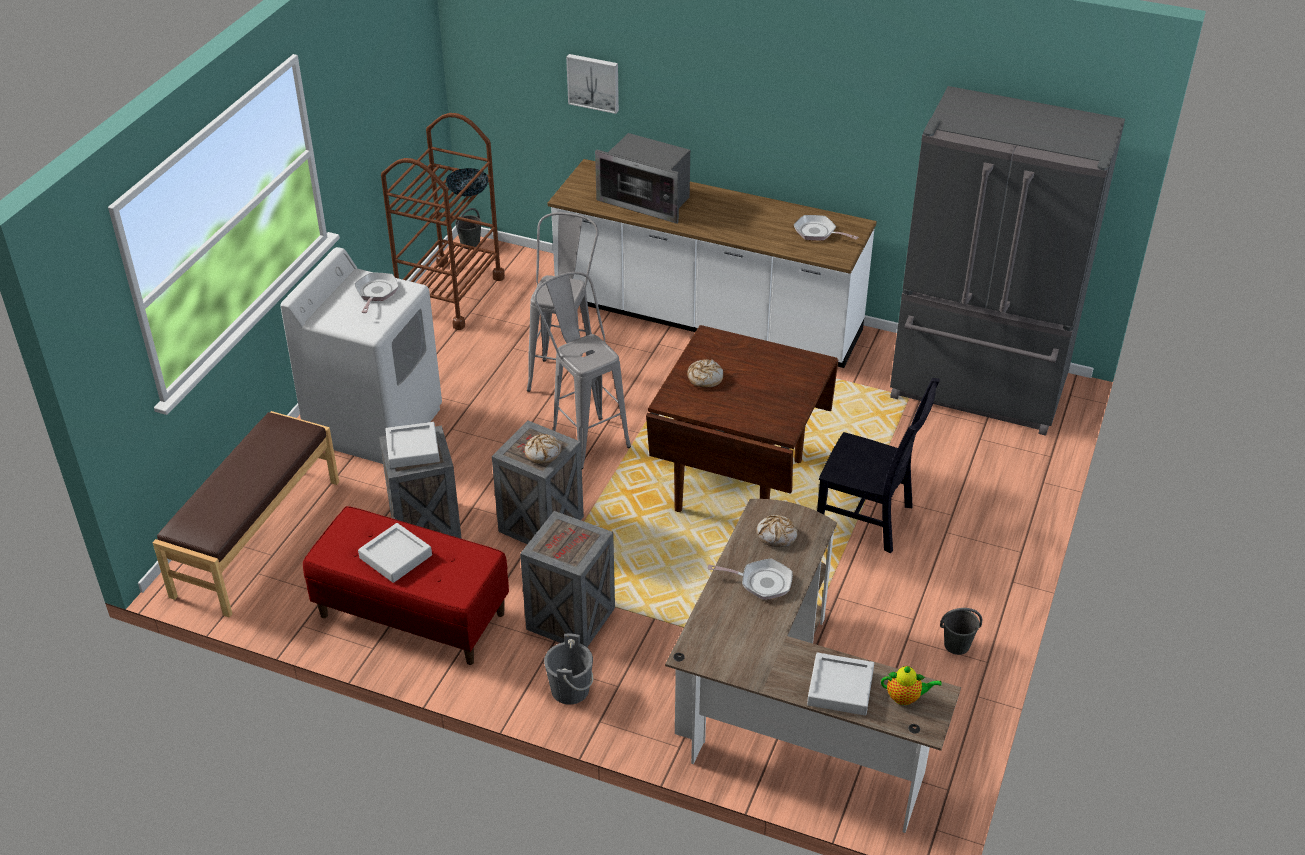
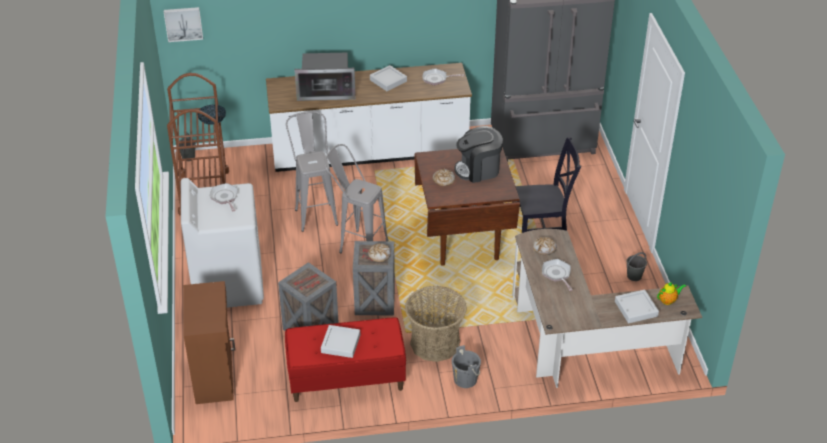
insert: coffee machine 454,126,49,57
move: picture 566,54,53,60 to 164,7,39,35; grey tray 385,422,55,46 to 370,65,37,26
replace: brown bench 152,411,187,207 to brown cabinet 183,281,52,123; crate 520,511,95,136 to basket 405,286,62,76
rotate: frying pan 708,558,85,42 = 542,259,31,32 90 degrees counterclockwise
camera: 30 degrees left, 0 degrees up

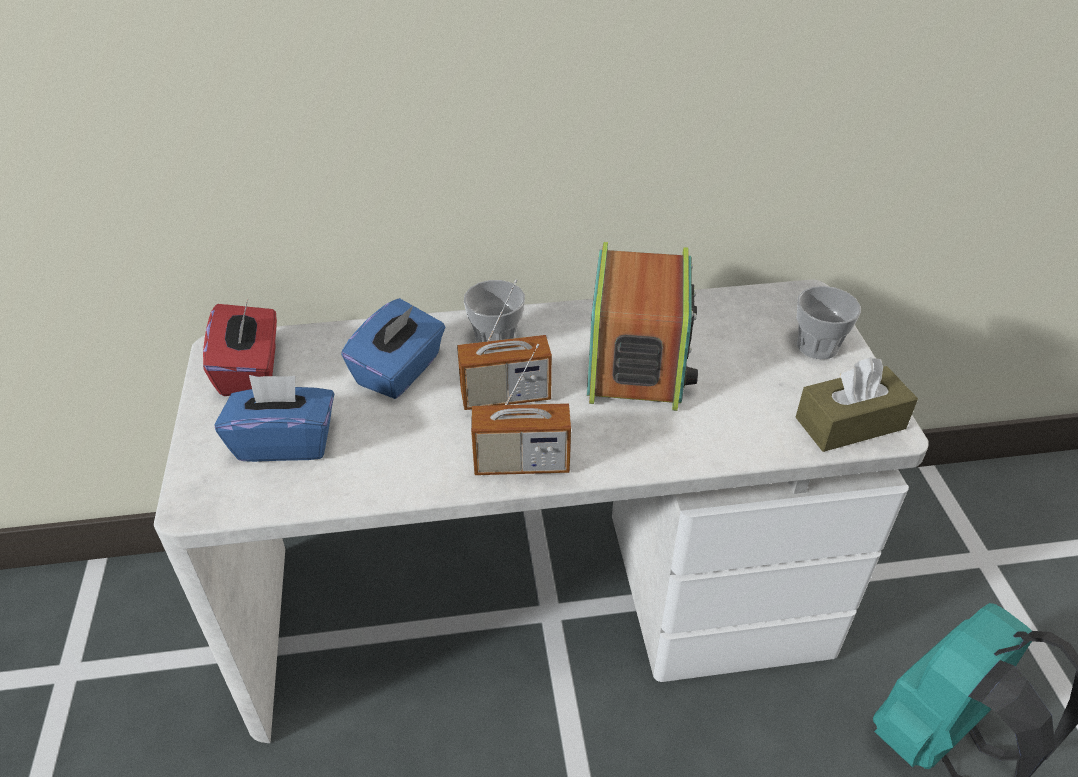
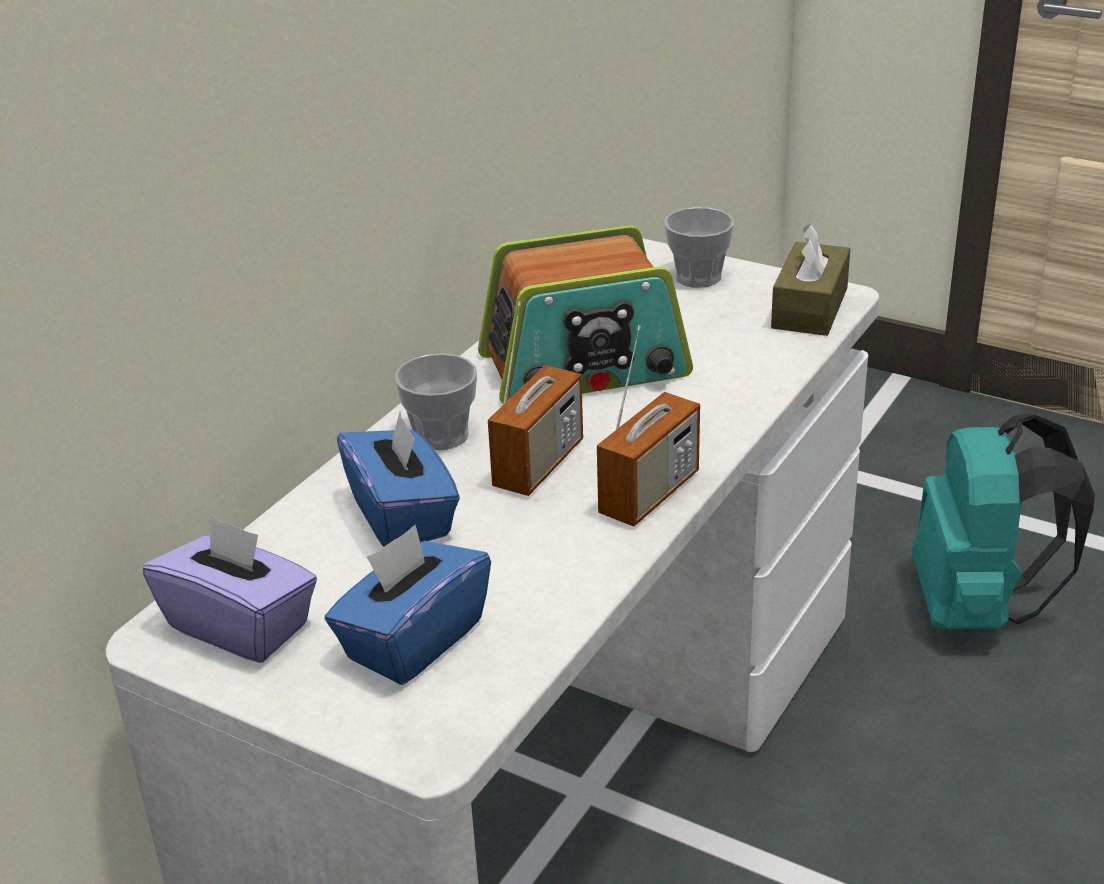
recolor: red tissue box 203,300,74,96 to purple tissue box 143,515,174,148
rotate: radio 587,242,111,169 = 478,225,215,179 120 degrees clockwise
camera: 50 degrees left, 10 degrees down

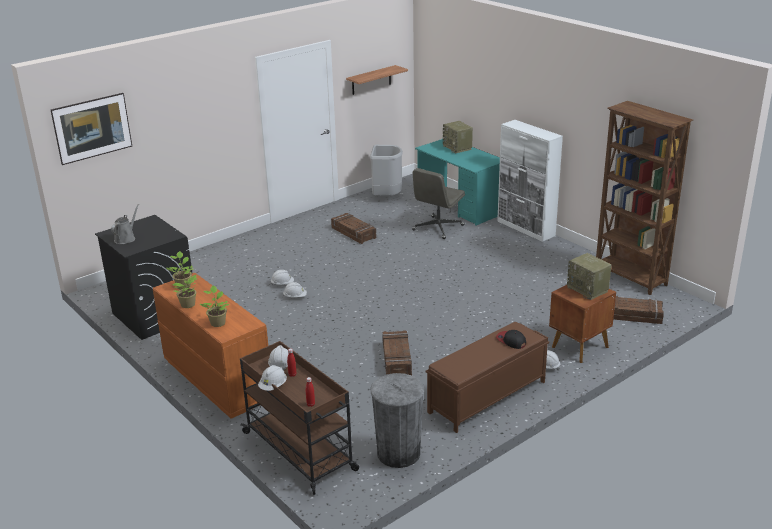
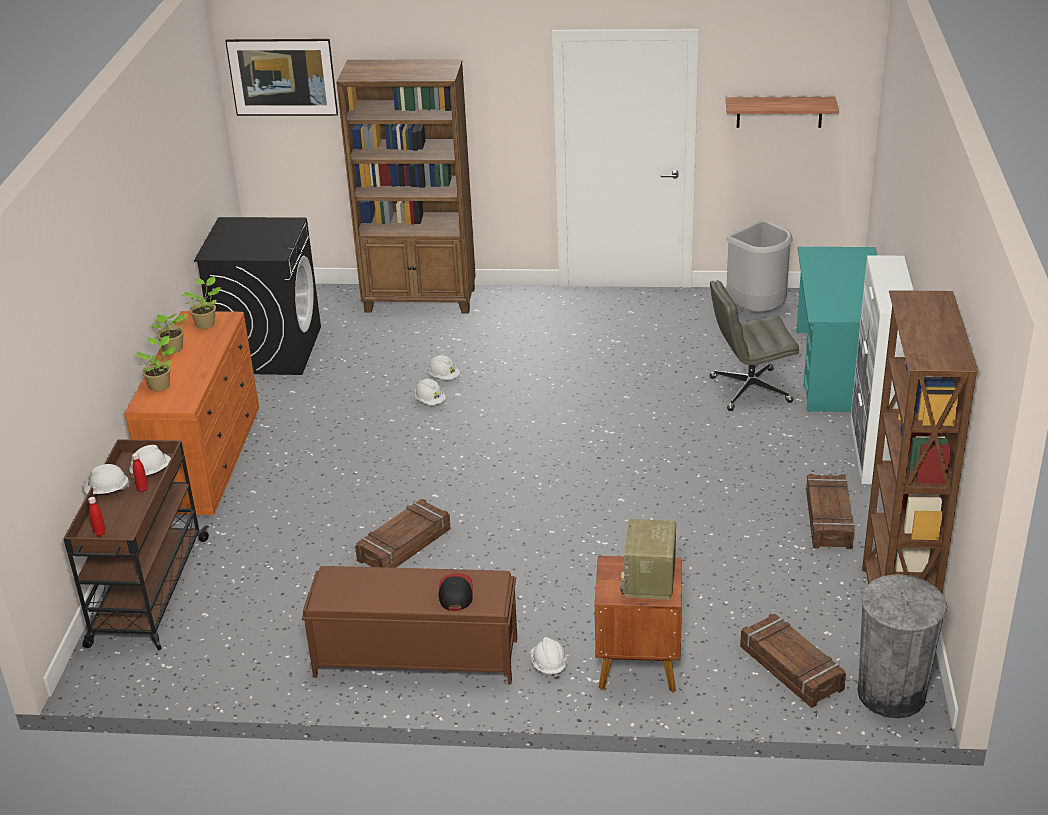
delete: grey watering can 111,204,28,40; radio 443,121,30,32
insert: brown bookcase 336,59,140,255
move: crate 331,213,45,31 to 806,474,48,75; grey trash can 371,373,53,95 to 858,574,90,144
camera: 45 degrees right, 5 degrees up

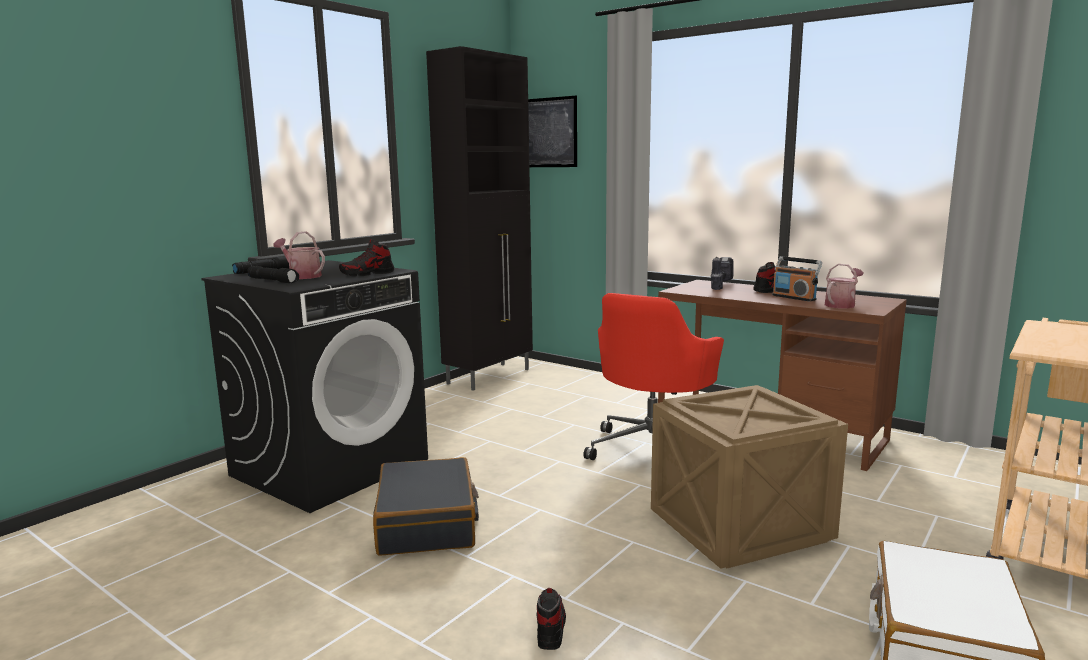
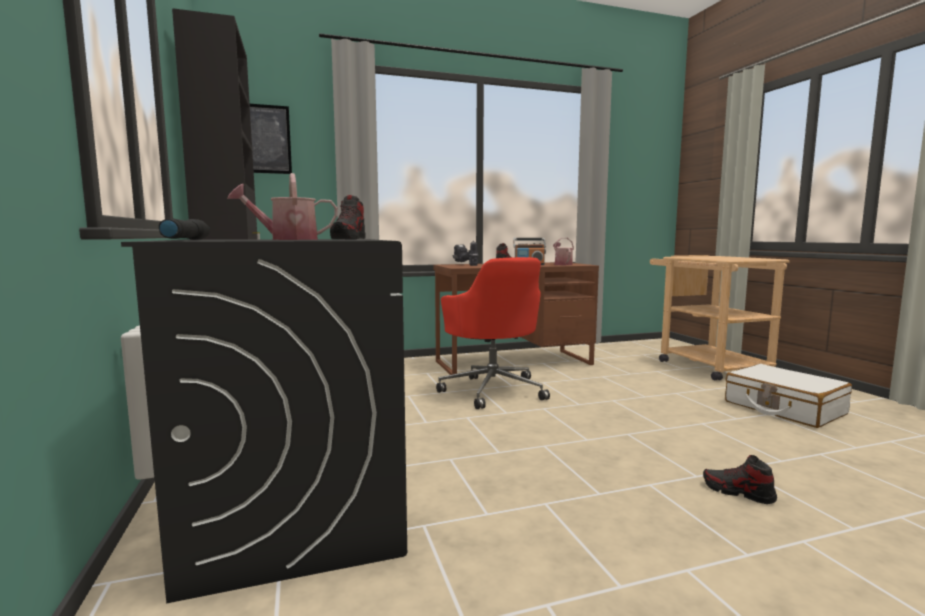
delete: black flashlight 248,266,51,17; black suitcase 373,457,106,99; crate 651,385,197,184
camera: 55 degrees left, 5 degrees down

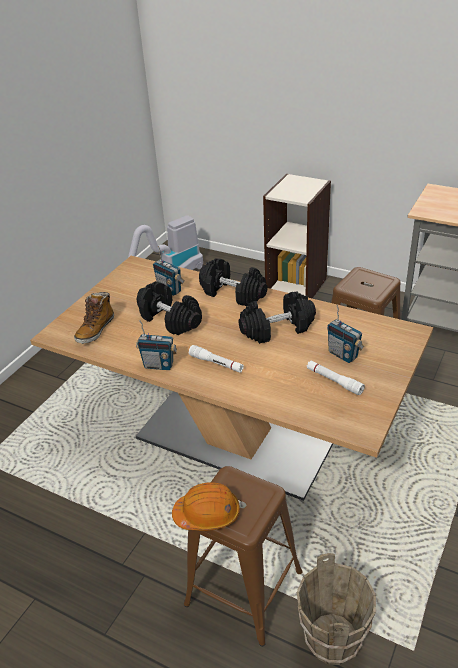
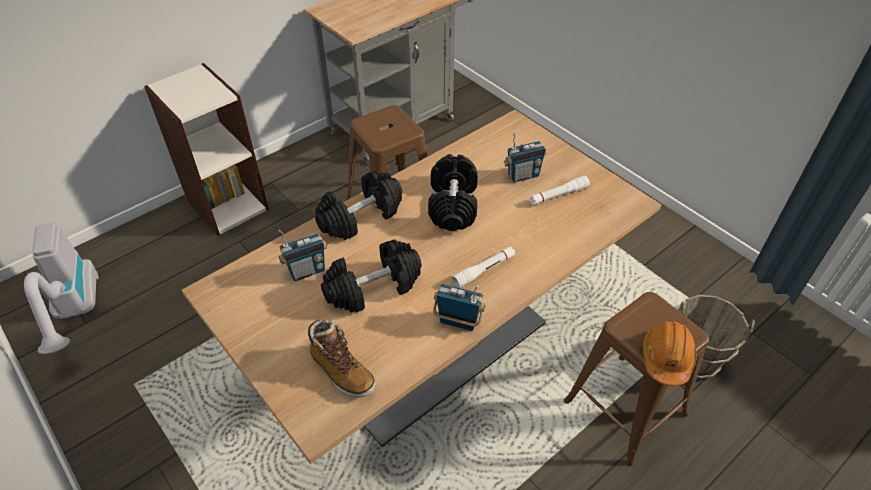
rotate: radio 136,320,41,50 = 433,284,53,47 105 degrees counterclockwise
camera: 70 degrees left, 10 degrees up

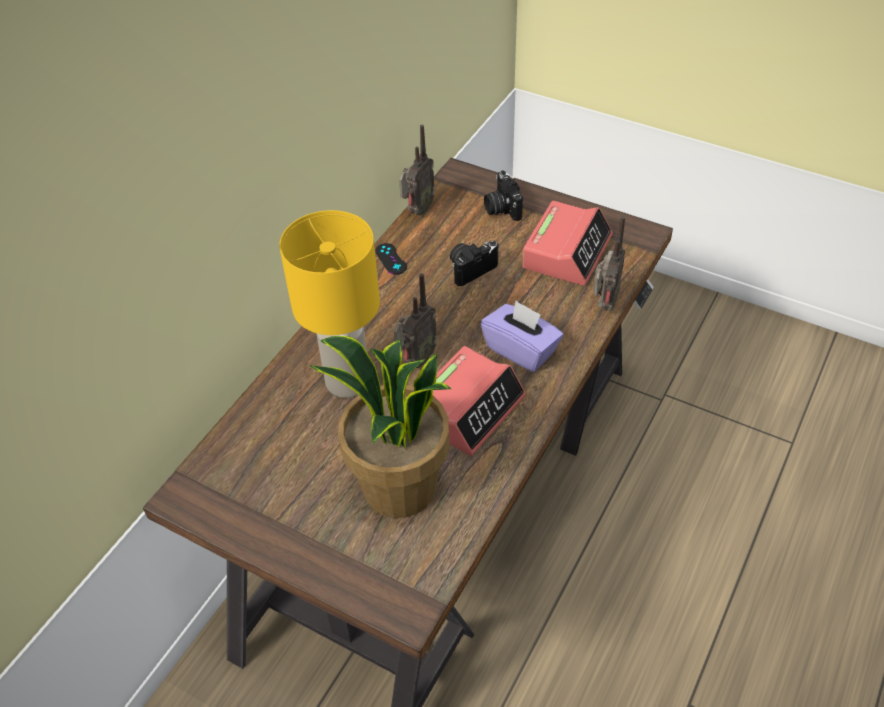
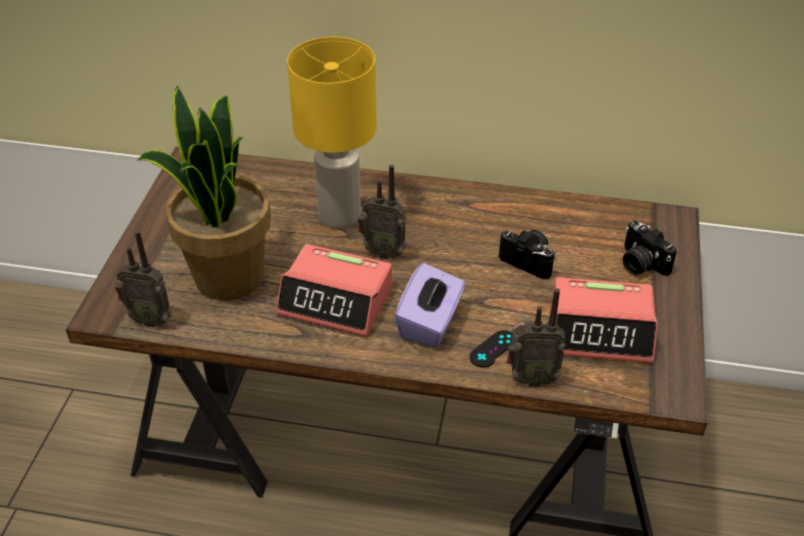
move: radio 399,125,36,90 to 115,231,57,97; black game controller 375,243,32,32 to 469,330,43,38
rotate: photo camera 484,171,39,50 = 623,220,54,56 90 degrees counterclockwise
camera: 70 degrees right, 5 degrees down

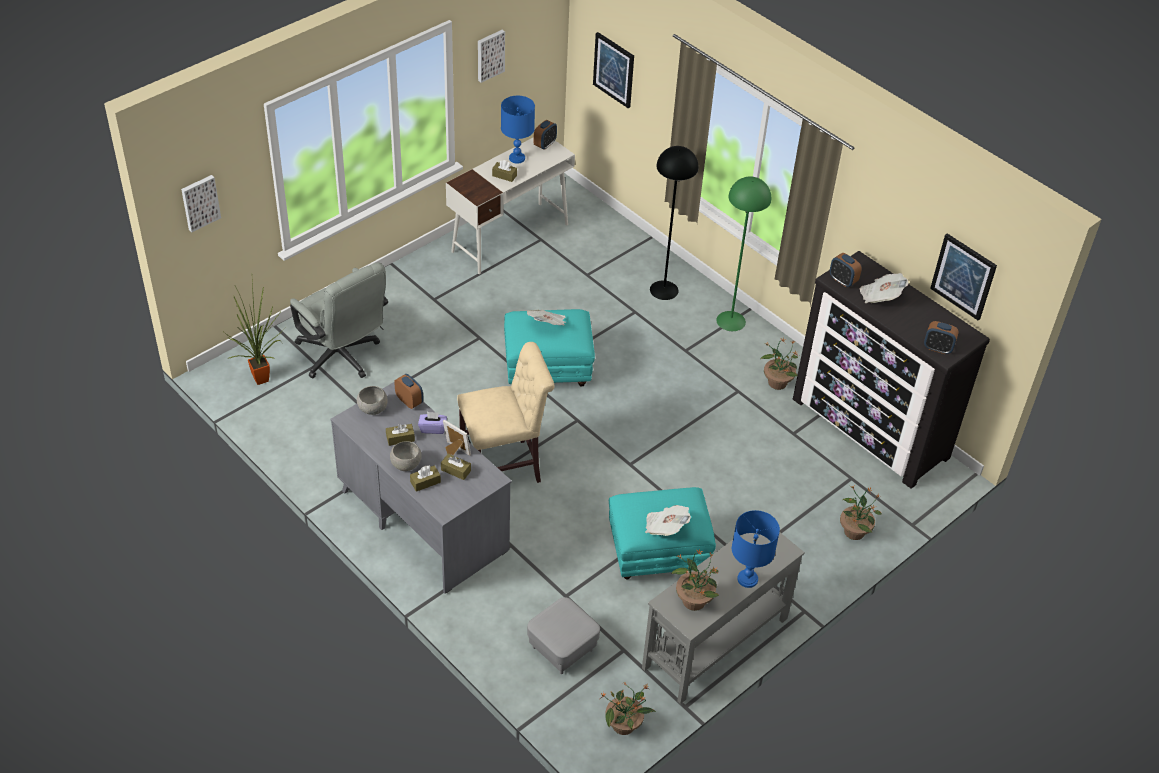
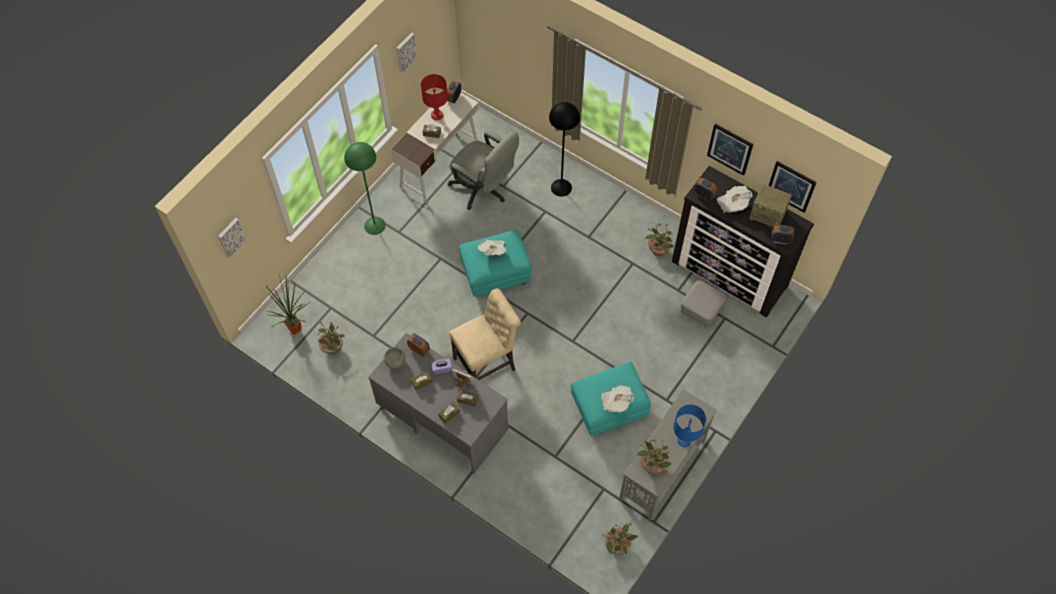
delete: grey bowl 390,441,31,30
insert: radio 749,184,43,45
move: potted plant 840,486,42,54 to 318,321,27,33; green floor lamp 716,177,55,154 to 344,142,42,93; grey office chair 290,262,98,116 to 448,130,71,80; grey ottoman 527,597,73,77 to 681,280,45,48; picture 593,32,41,76 to 707,124,46,52
recolor: blue table lamp 501,96,34,68 to red table lamp 421,74,27,46
camera: 10 degrees left, 15 degrees up

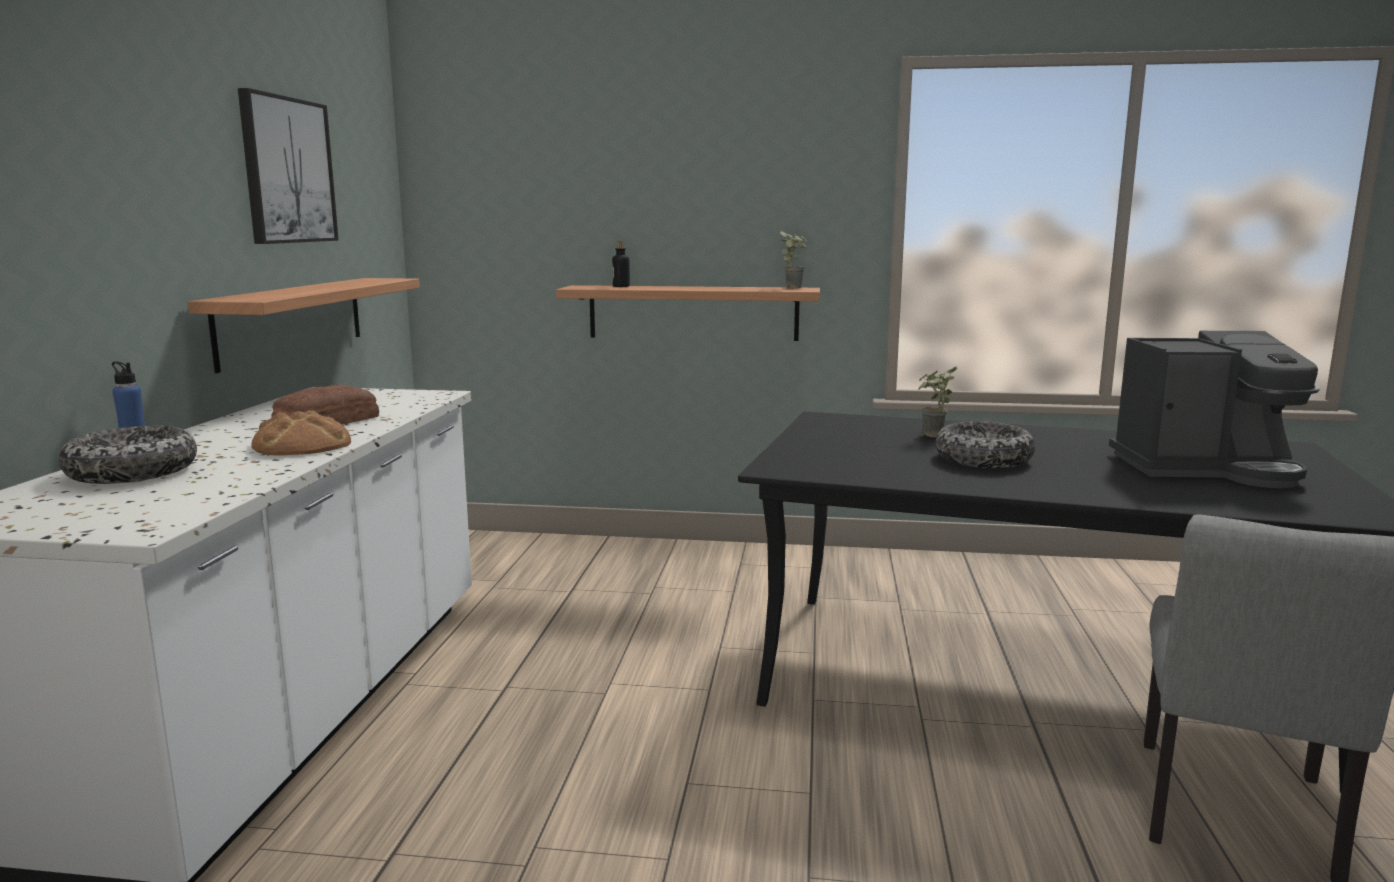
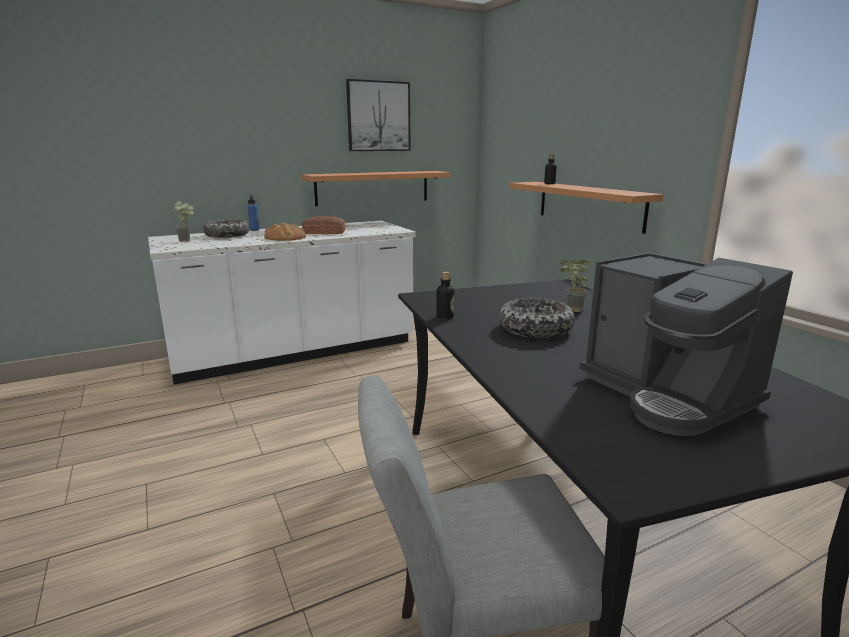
insert: bottle 436,271,19,48
move: potted plant 780,230,27,58 to 174,201,20,41
camera: 55 degrees right, 5 degrees up

